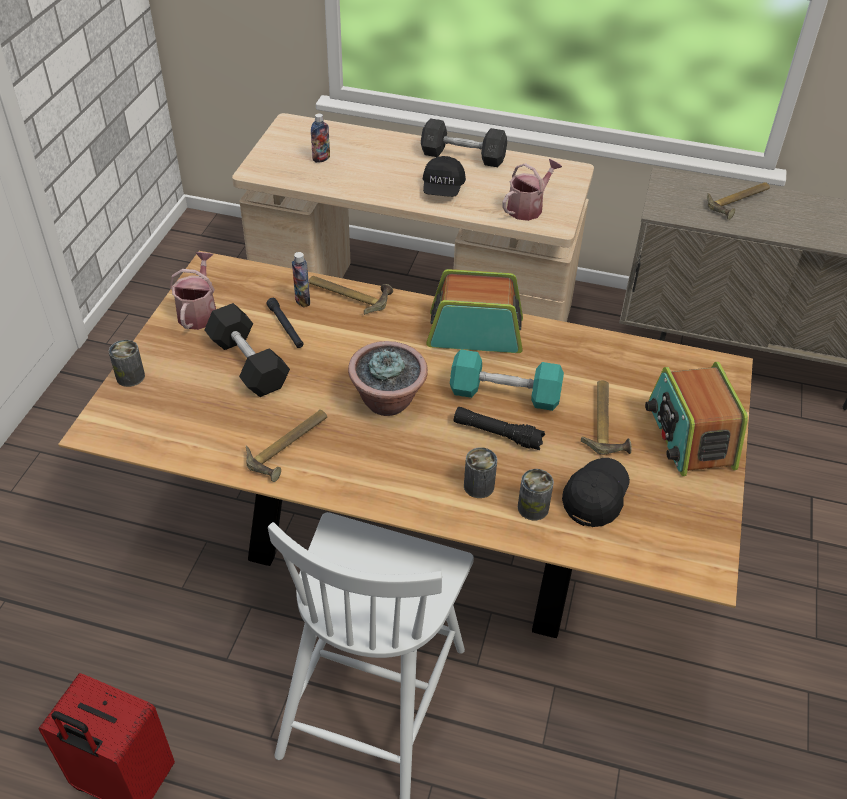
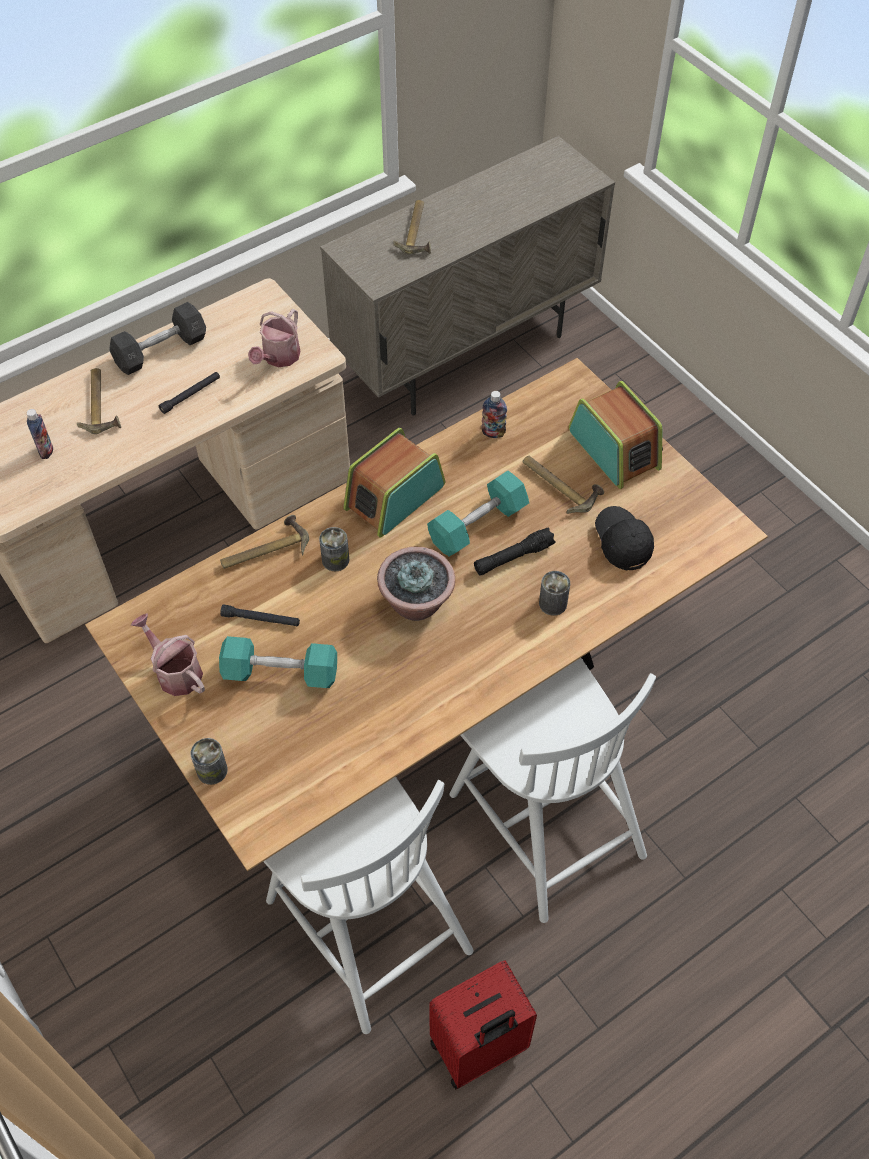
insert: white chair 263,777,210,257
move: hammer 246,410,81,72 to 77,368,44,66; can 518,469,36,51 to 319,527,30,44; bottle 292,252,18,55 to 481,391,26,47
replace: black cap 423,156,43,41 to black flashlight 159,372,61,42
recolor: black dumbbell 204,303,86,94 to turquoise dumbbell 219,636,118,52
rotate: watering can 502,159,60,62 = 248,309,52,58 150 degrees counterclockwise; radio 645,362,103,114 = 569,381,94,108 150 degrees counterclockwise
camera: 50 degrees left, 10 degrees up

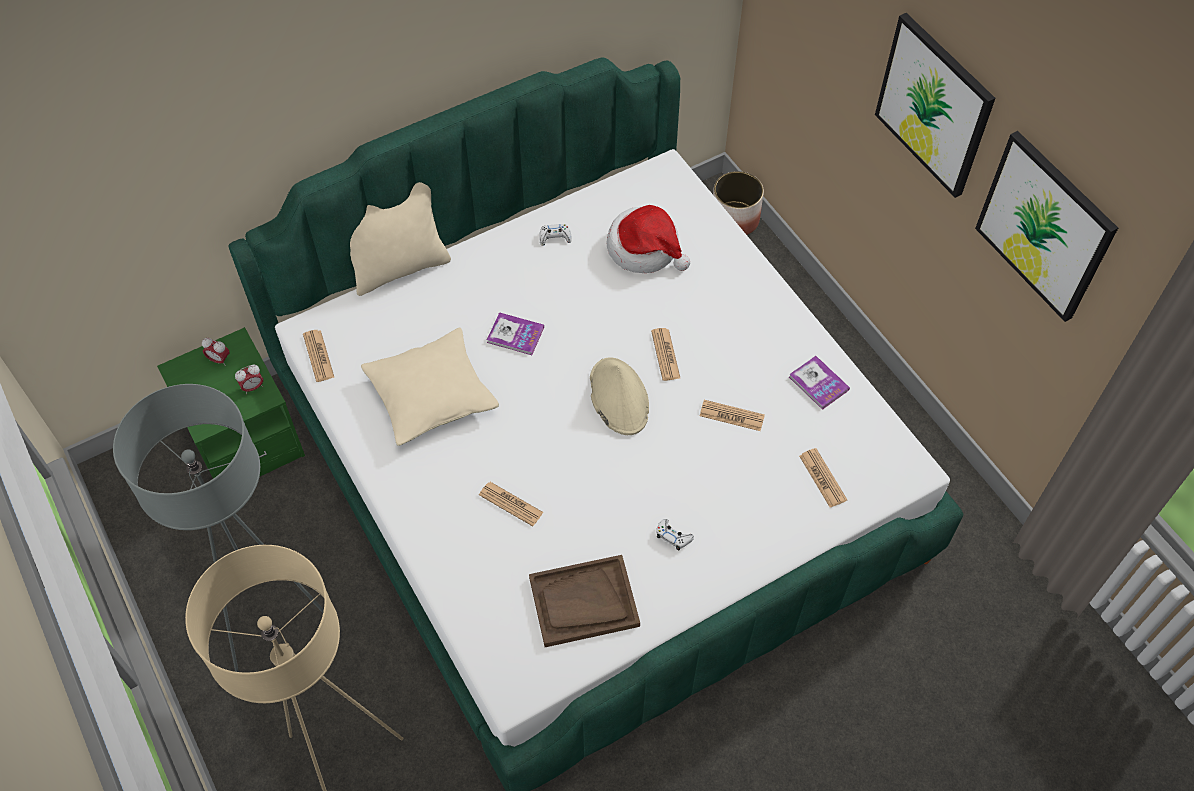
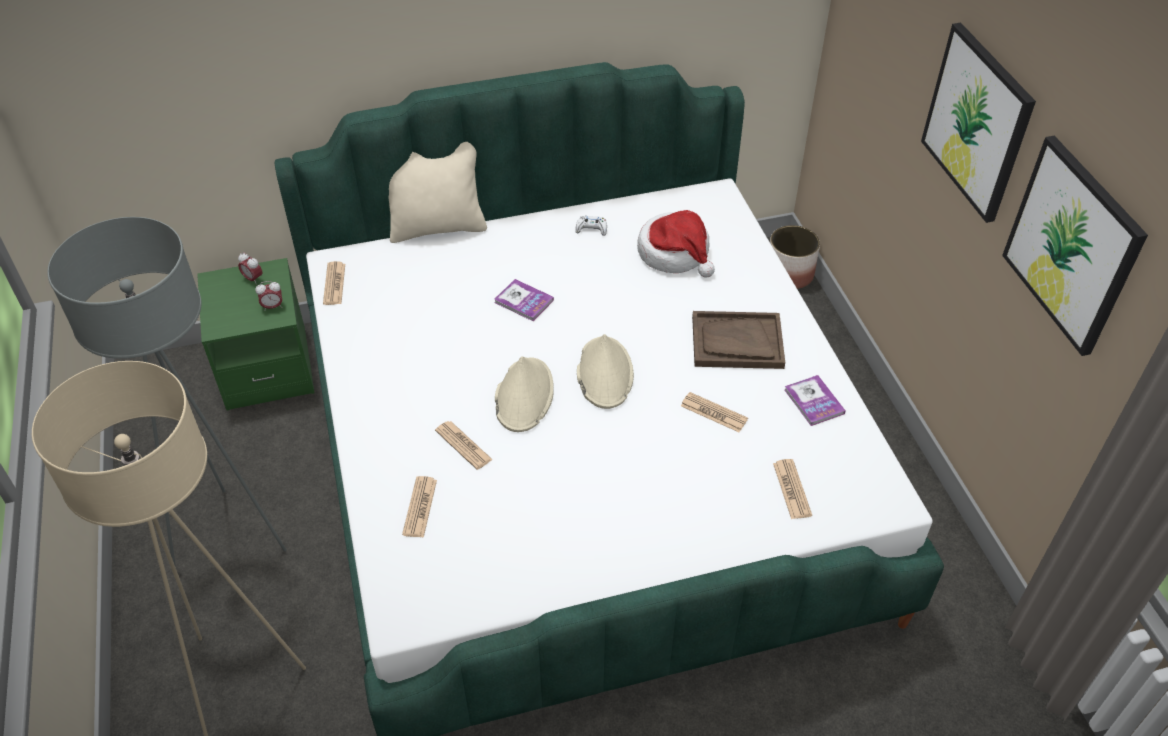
delete: beige pillow 361,328,138,118; white game controller 656,519,38,32
insert: beige hat 495,356,59,76
move: newspaper 651,328,30,53 to 402,476,35,62; brown tray 529,555,111,92 to 692,311,93,58
camera: 15 degrees right, 10 degrees down

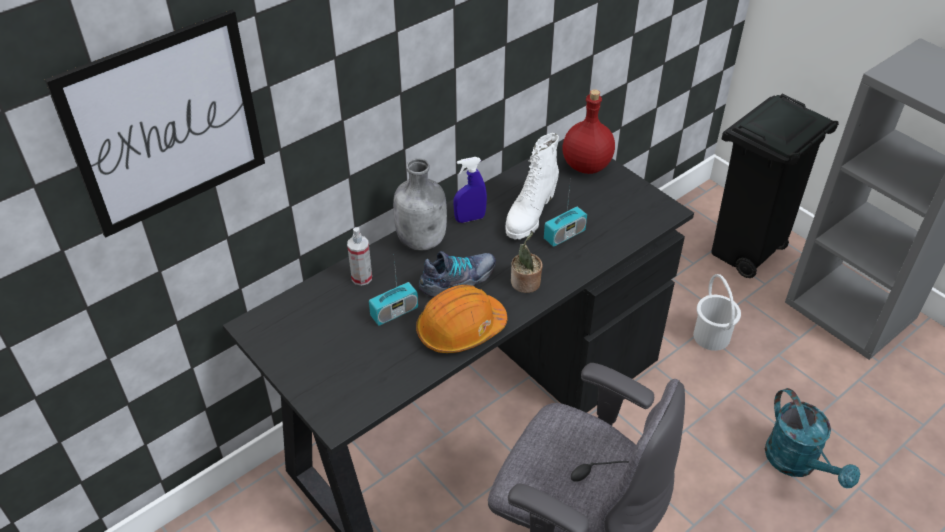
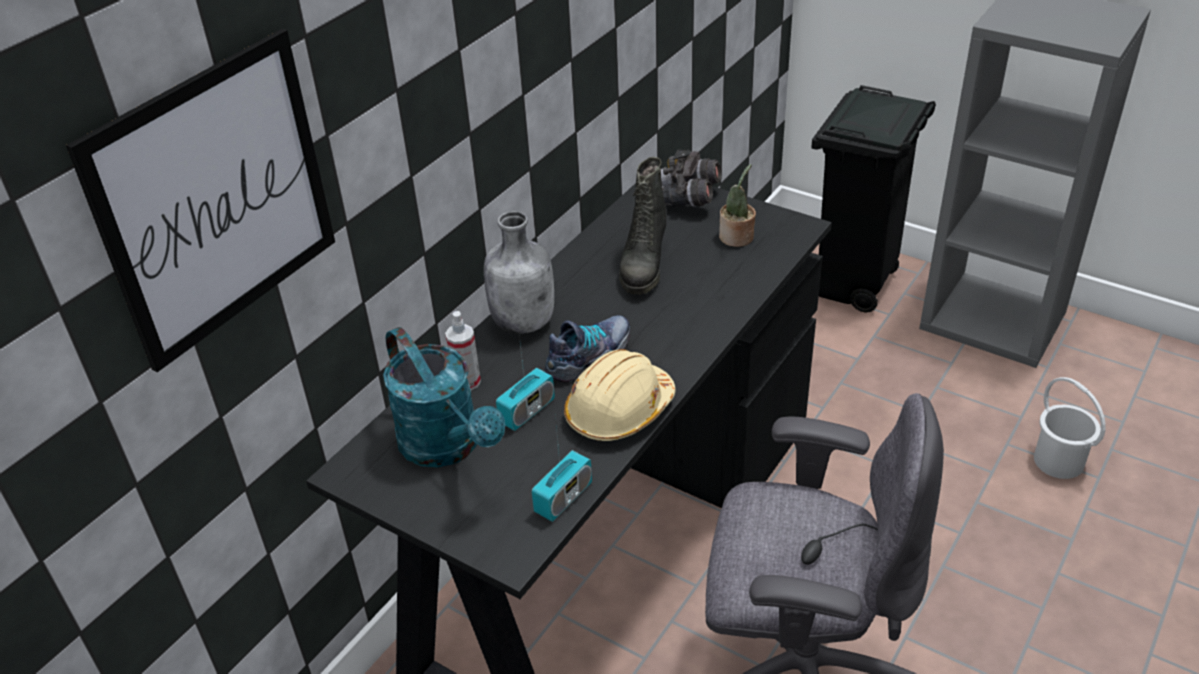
delete: blue spray bottle 453,157,34,66
move: turquoise watering can 765,388,95,100 to 383,327,122,141; radio 544,186,43,61 to 532,414,60,108; potted plant 511,233,32,60 to 719,164,37,83; white bucket 693,274,48,77 to 1034,377,72,102
replace: red bottle 562,89,53,85 to grey binoculars 661,149,61,58
recolor: orange hard hat 416,285,92,68 to beige hard hat 564,349,112,93; white boot 506,133,53,107 to black boot 619,157,48,138
camera: 15 degrees left, 5 degrees down

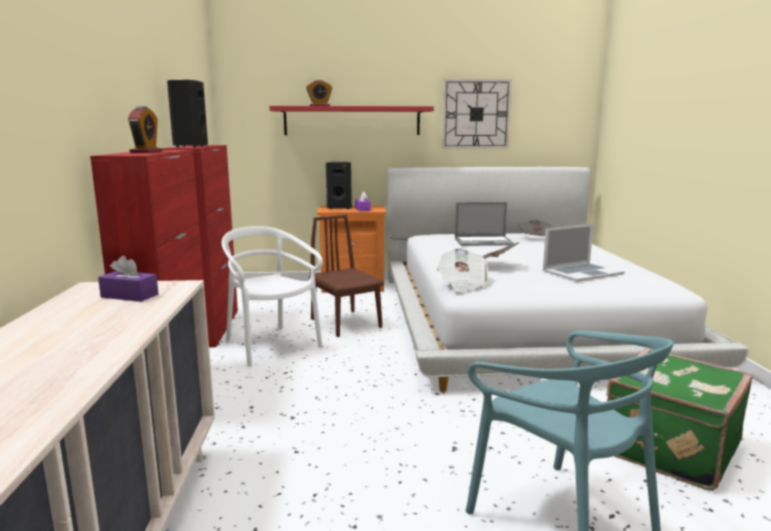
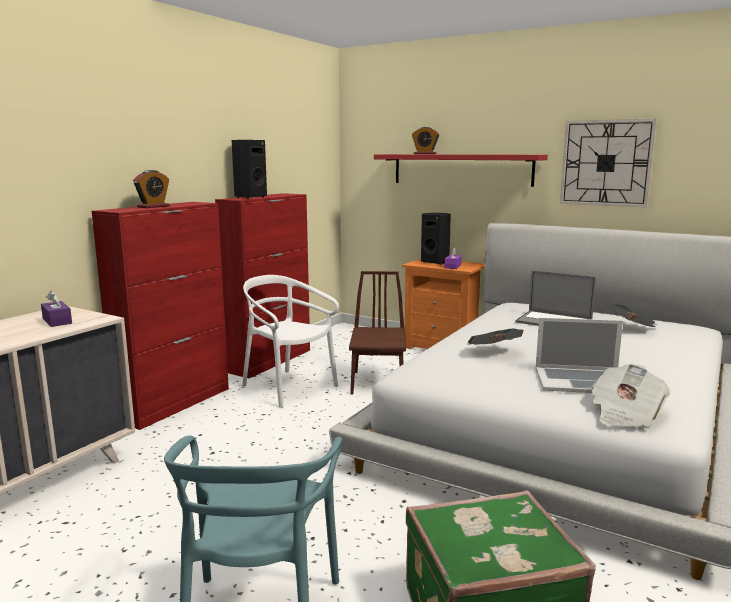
move: newspaper 437,248,51,44 to 591,364,79,63
rotate: white chair 222,226,101,141 = 242,275,97,133 45 degrees counterclockwise
camera: 35 degrees right, 0 degrees up

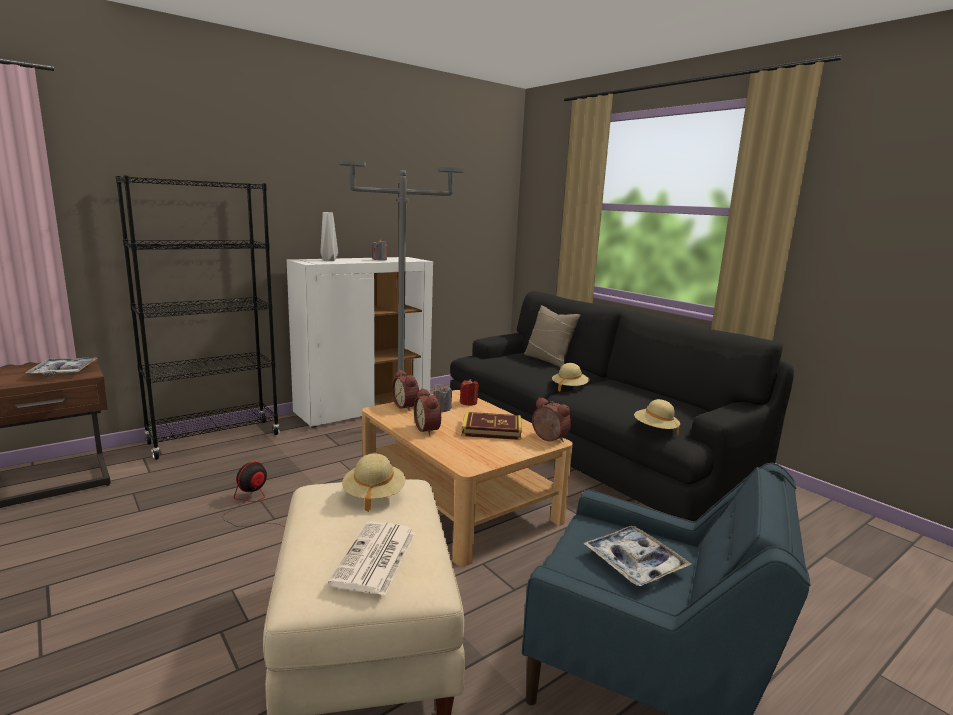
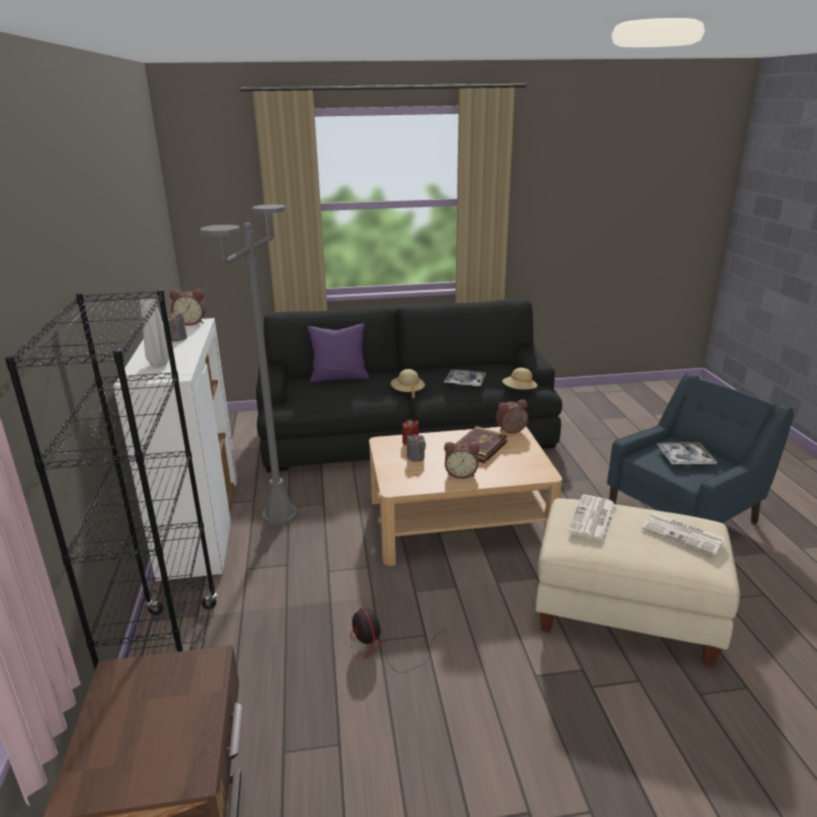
move: alarm clock 392,370,27,41 to 170,289,36,37; tray 25,357,73,20 to 444,370,42,16
replace: beige hat 342,454,64,58 to newspaper 568,495,49,47
recolor: beige pillow 524,305,56,62 to purple pillow 307,323,62,59
camera: 60 degrees left, 10 degrees up

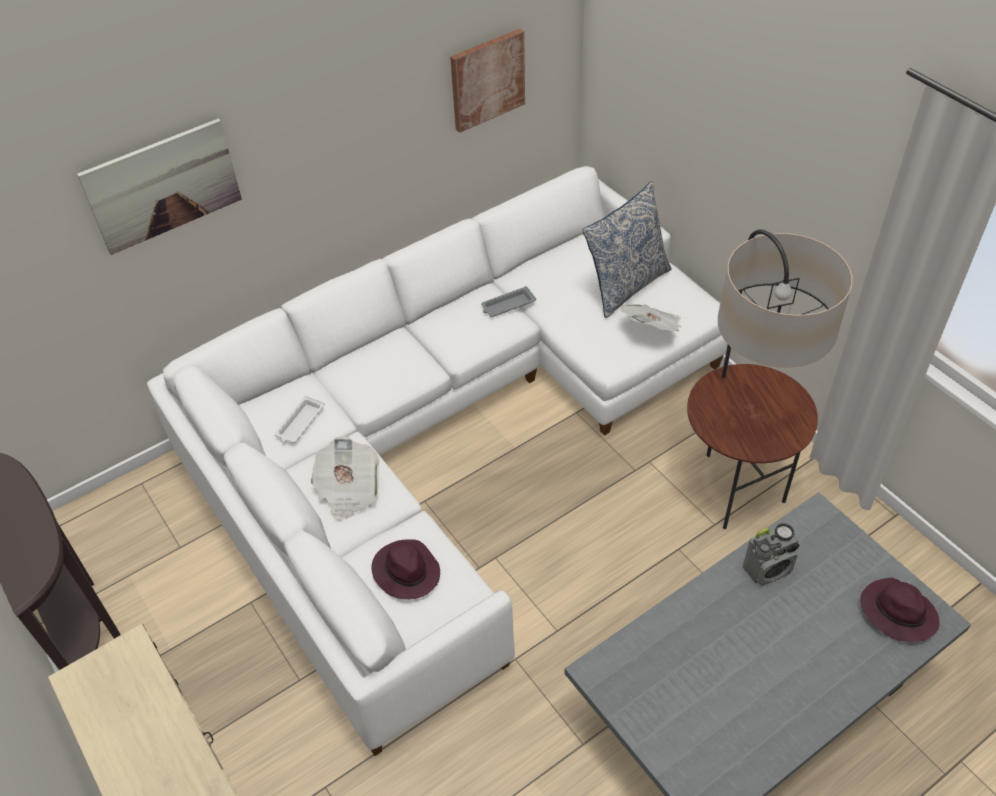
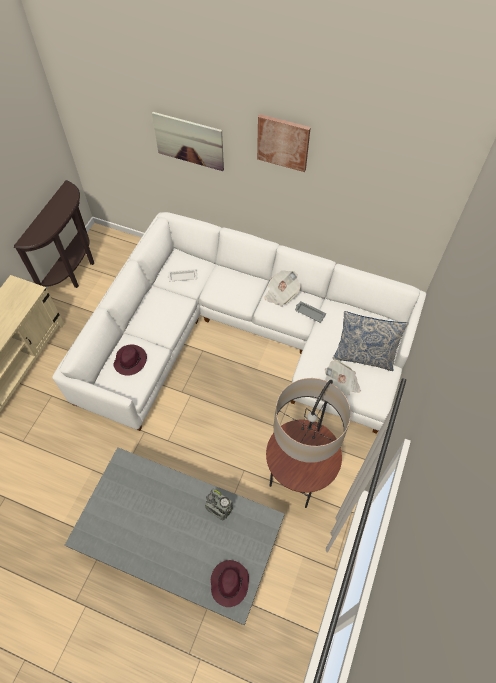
move: picture 450,29,75,104 to 257,114,54,58; newspaper 311,436,69,85 to 264,270,36,37
camera: 55 degrees right, 10 degrees up

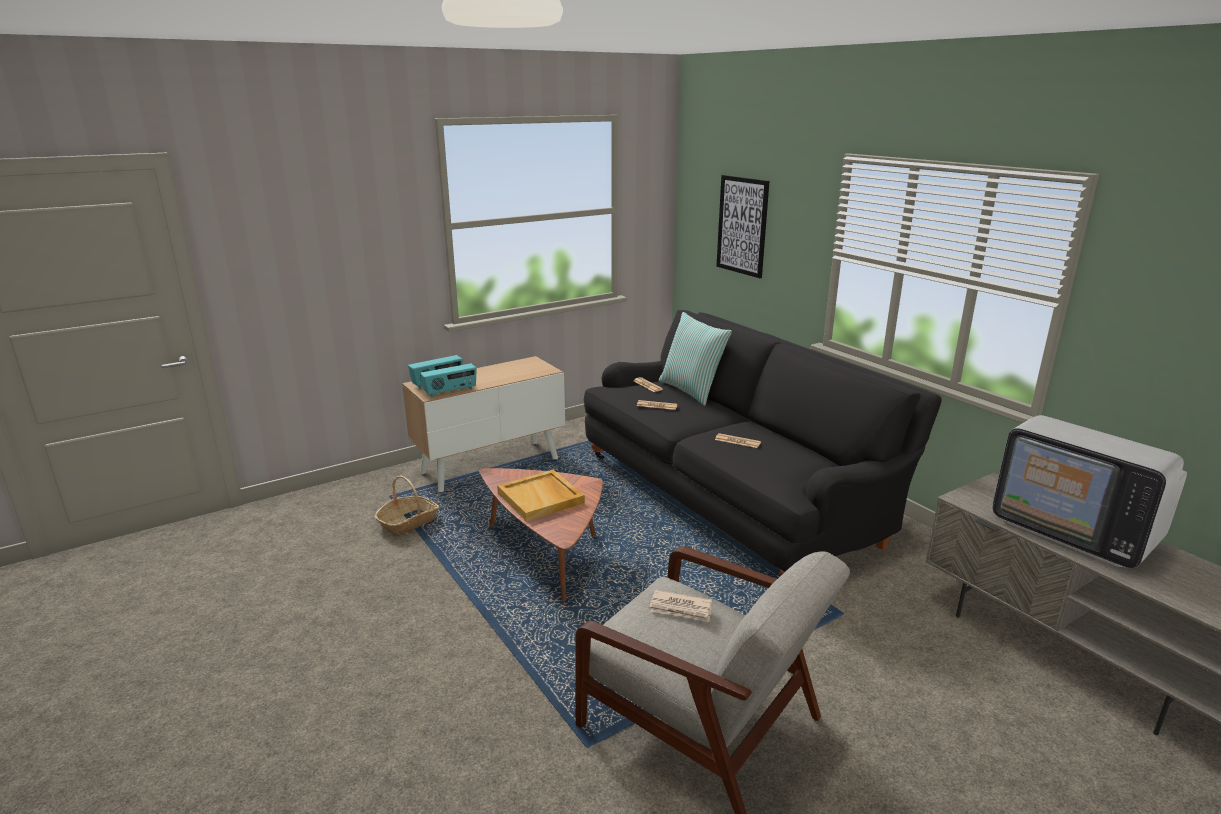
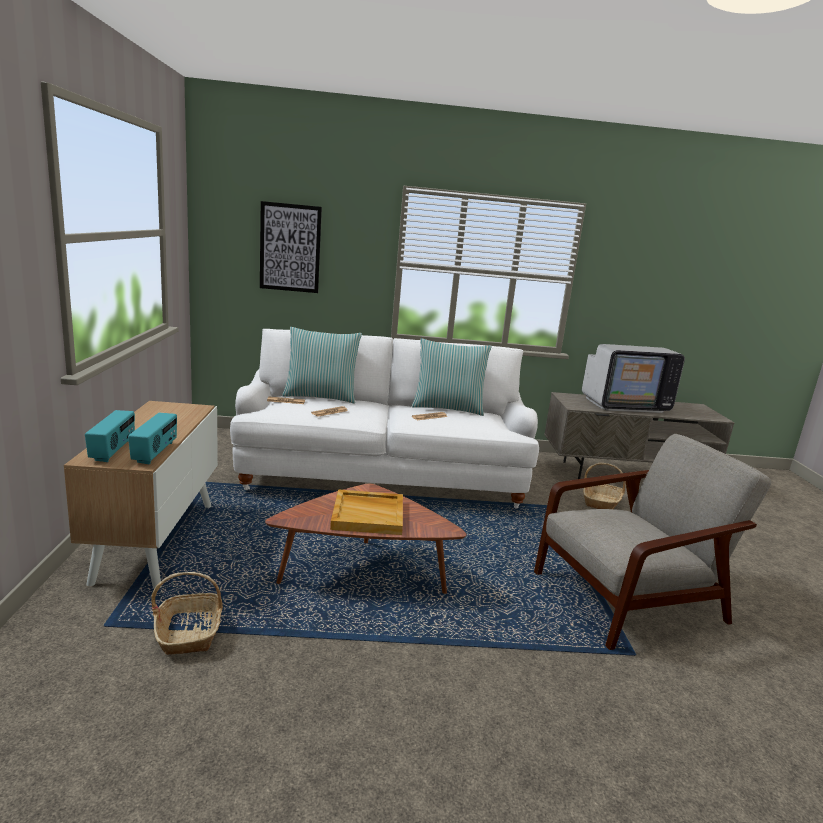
delete: newspaper 649,590,63,32
insert: pillow 412,338,80,78; basket 583,463,43,46
recolor: black sofa 584,310,358,266 to white sofa 230,329,309,180
camera: 60 degrees left, 5 degrees down

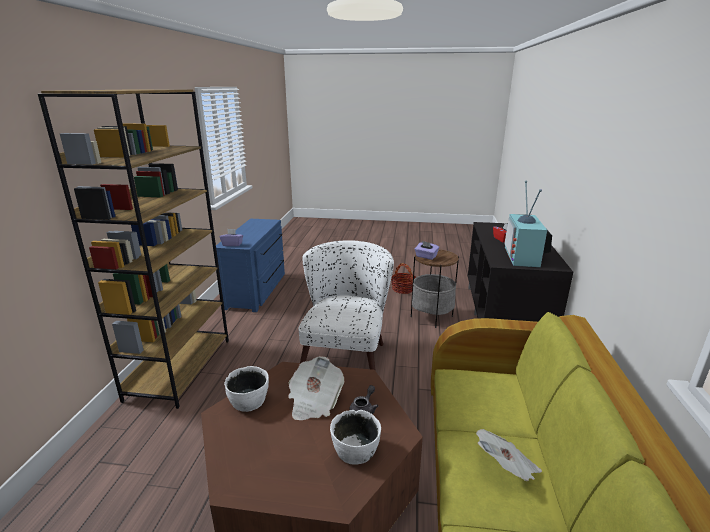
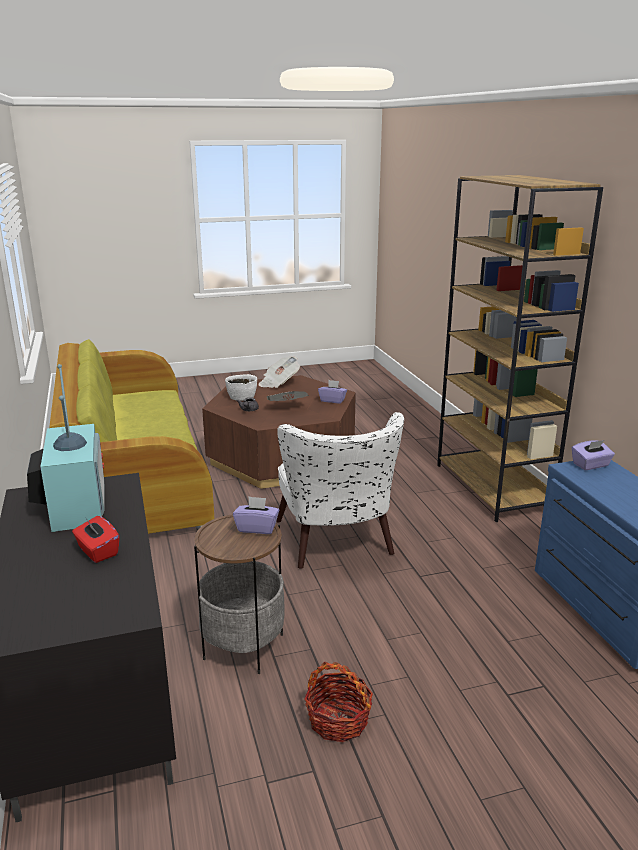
move: newspaper 476,429,66,53 to 258,356,42,32
replace: white bowl 224,366,45,46 to purple tissue box 318,380,29,24
camera: 155 degrees right, 0 degrees up

